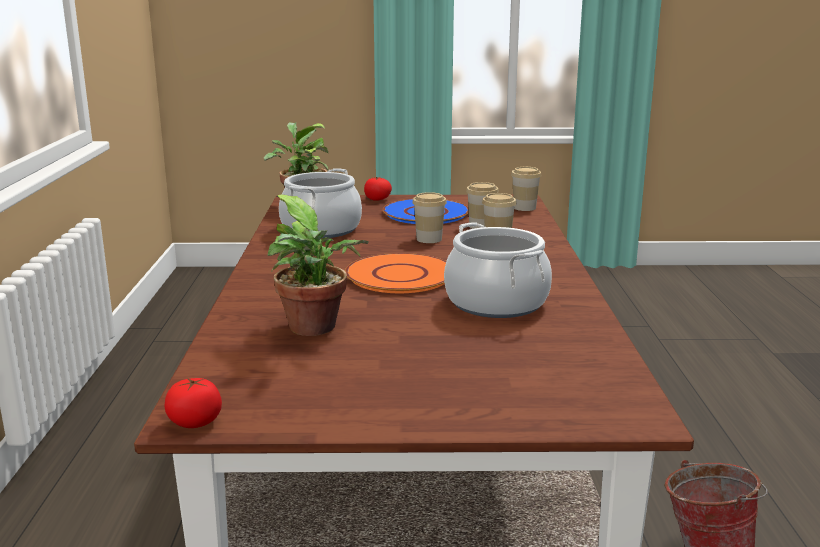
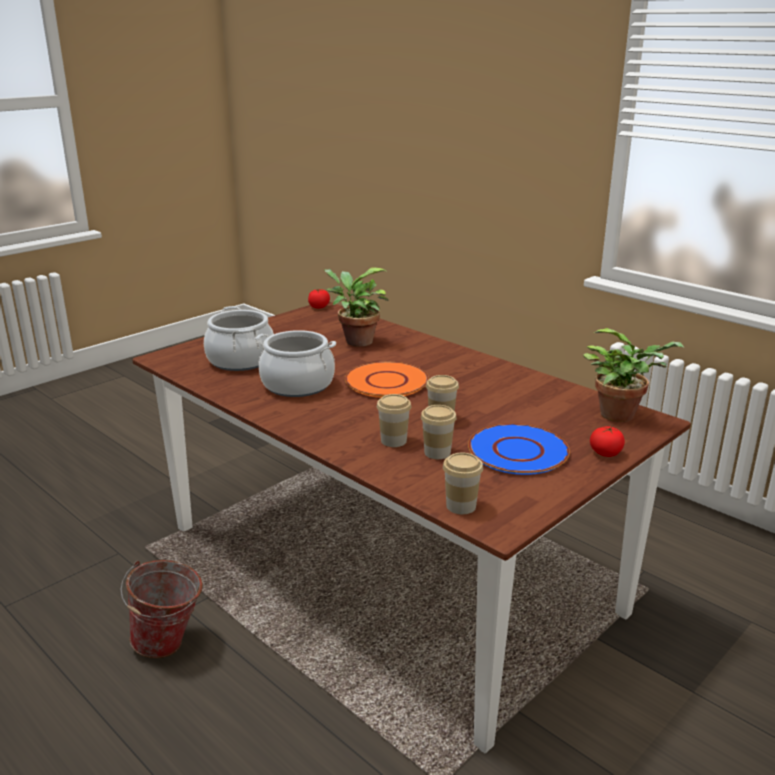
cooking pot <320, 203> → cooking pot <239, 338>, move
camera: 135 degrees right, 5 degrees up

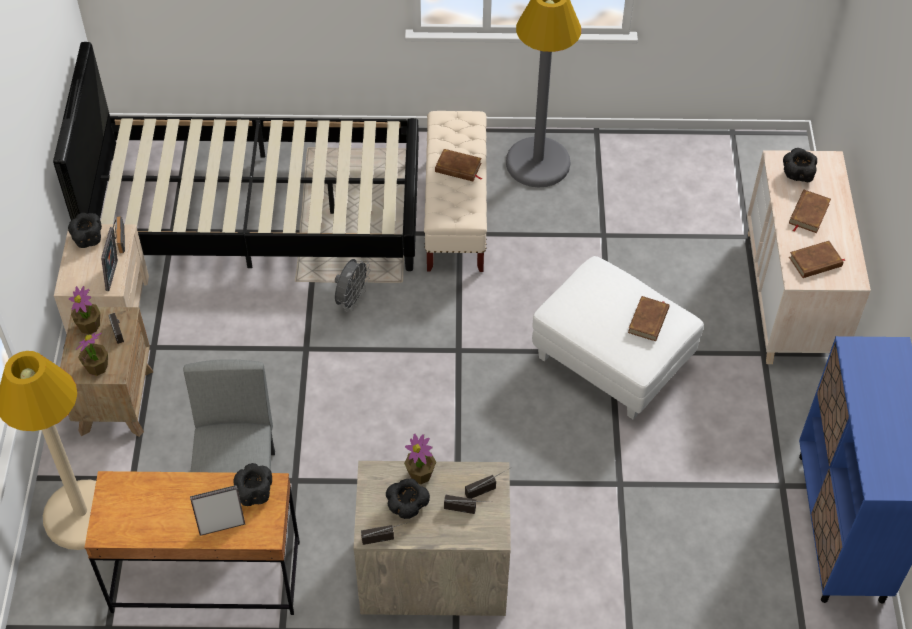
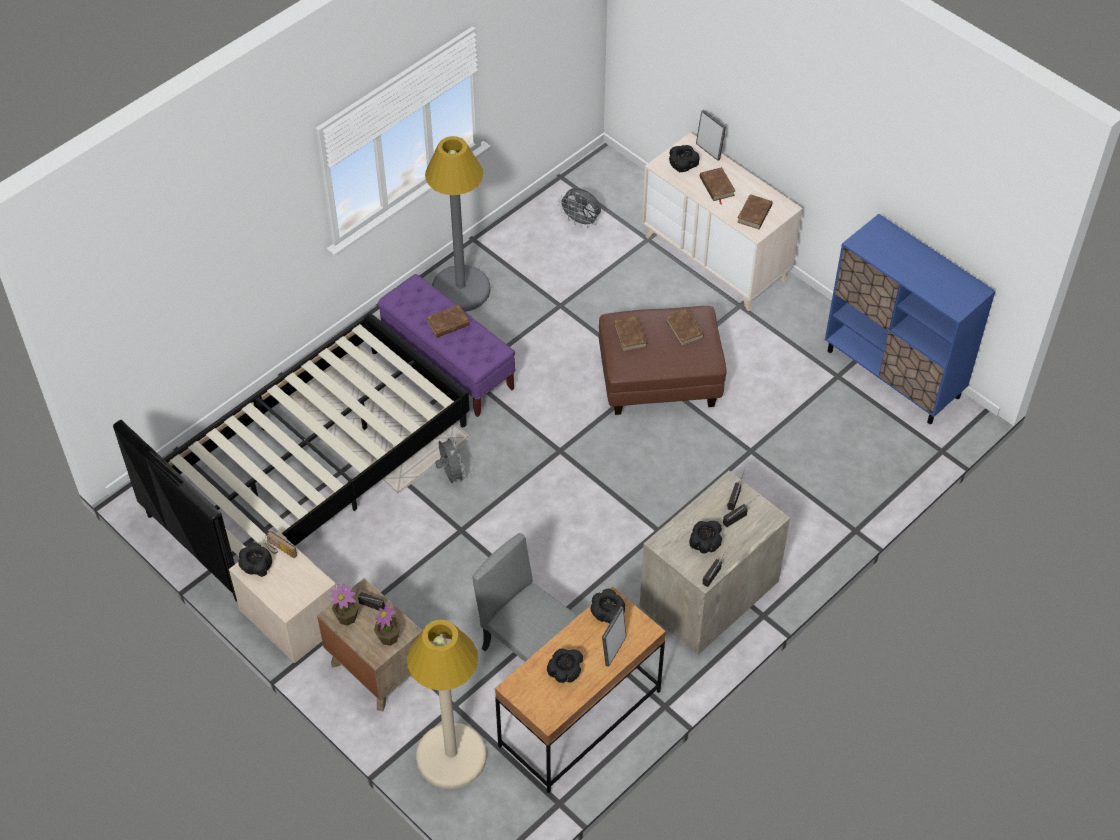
plant in a pot <420, 459> → -
- → deep dish in blackish <565, 666>
- → fan in gray <579, 208>
- → volume in brownish <630, 334>
standing frame <109, 259> → standing frame <711, 135>, move
indoor bench in sand-coloured <455, 191> → indoor bench in purple-coloured <447, 345>
pouffe in whitish <618, 337> → pouffe in brownish <663, 360>
camera: 45 degrees left, 0 degrees up

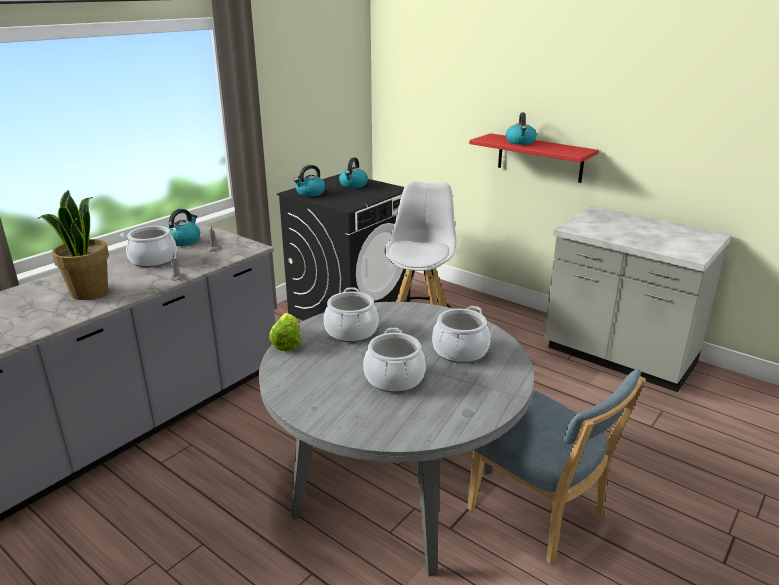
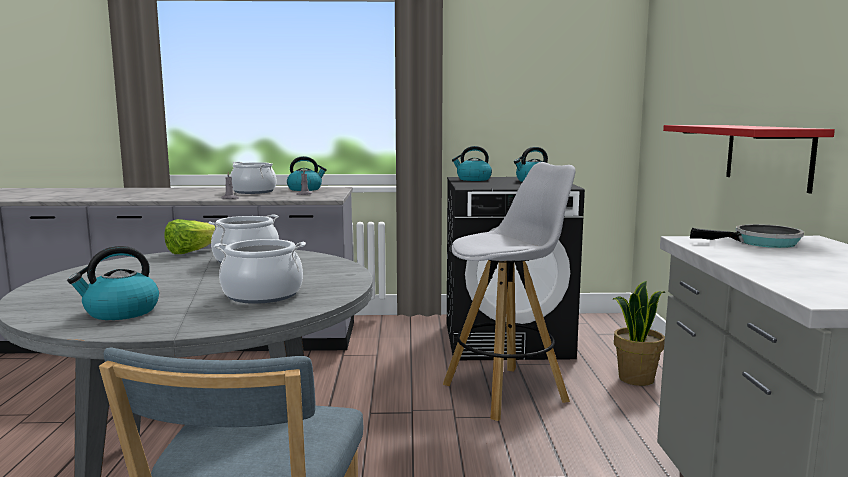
cooking pot <394, 360> → -
- → skillet <747, 236>
plant in a pot <73, 245> → plant in a pot <639, 333>, move
water kettle <521, 128> → water kettle <113, 283>, move
camera: 50 degrees right, 15 degrees down

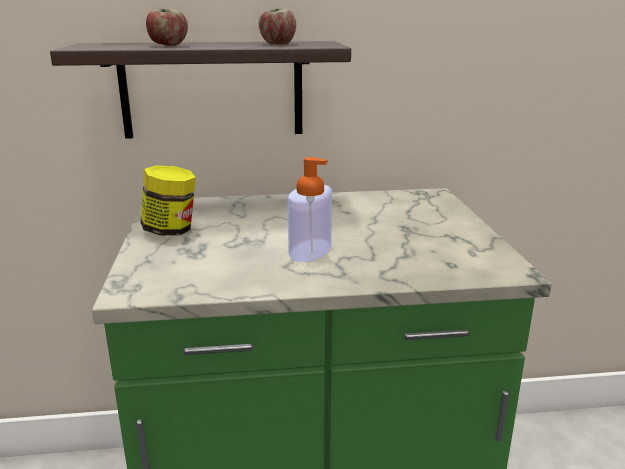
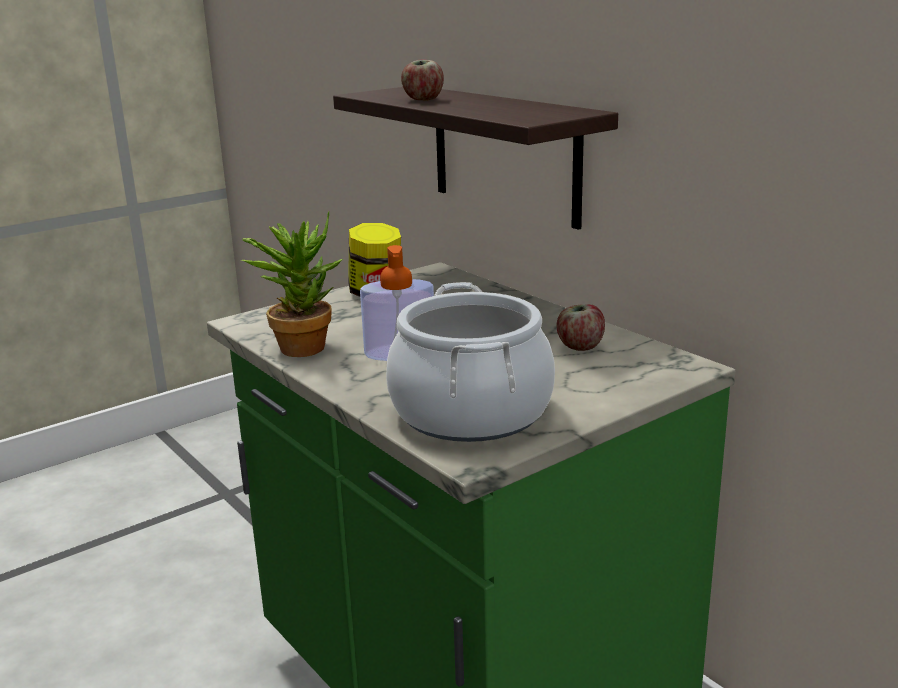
- → plant in a pot <292, 284>
- → cooking pot <470, 362>
apple fruit <277, 26> → apple fruit <581, 327>, move
camera: 60 degrees right, 0 degrees up

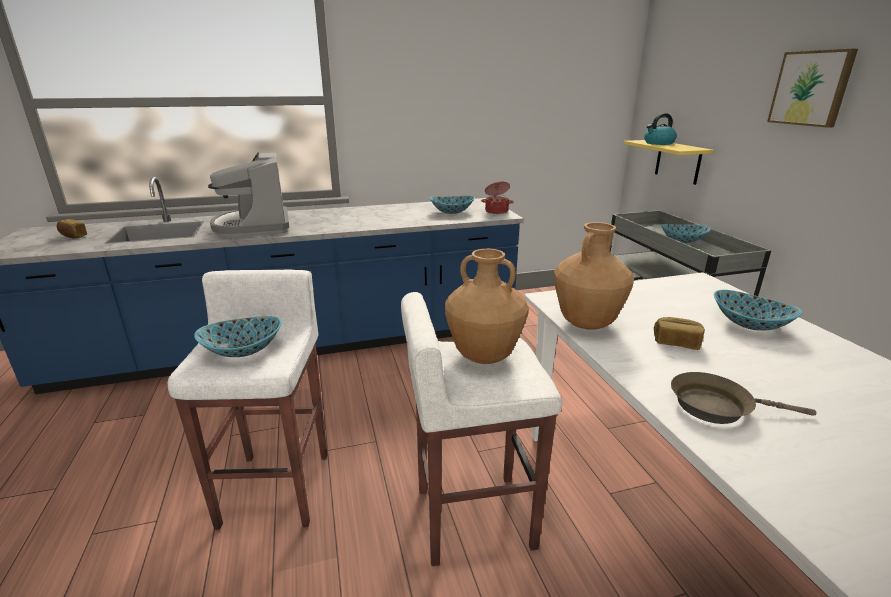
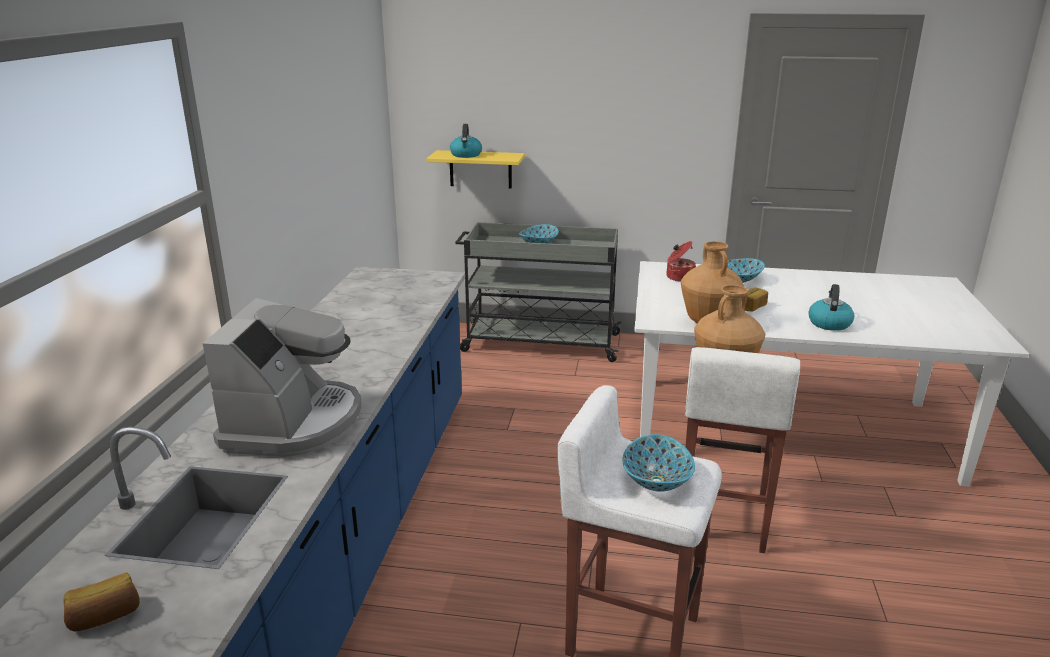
deep dish <452, 204> → -
wall picture <812, 88> → -
cooking pot <497, 198> → cooking pot <681, 261>, move
skillet in brownish <743, 398> → water kettle <831, 307>
coffee brewer <248, 194> → coffee brewer <282, 377>, 90 degrees counterclockwise
camera: 65 degrees left, 0 degrees up

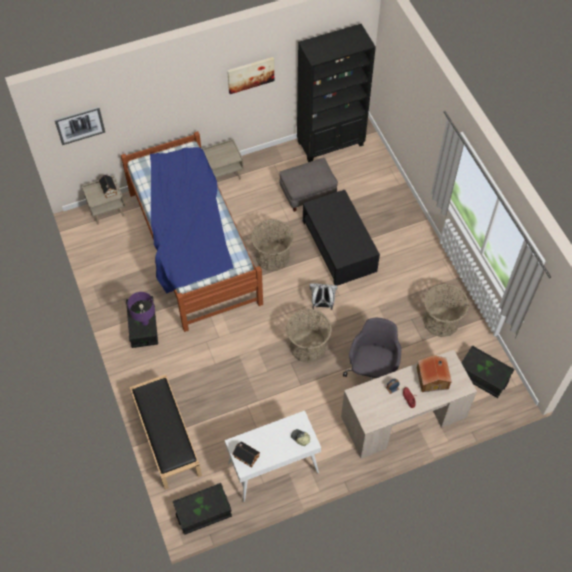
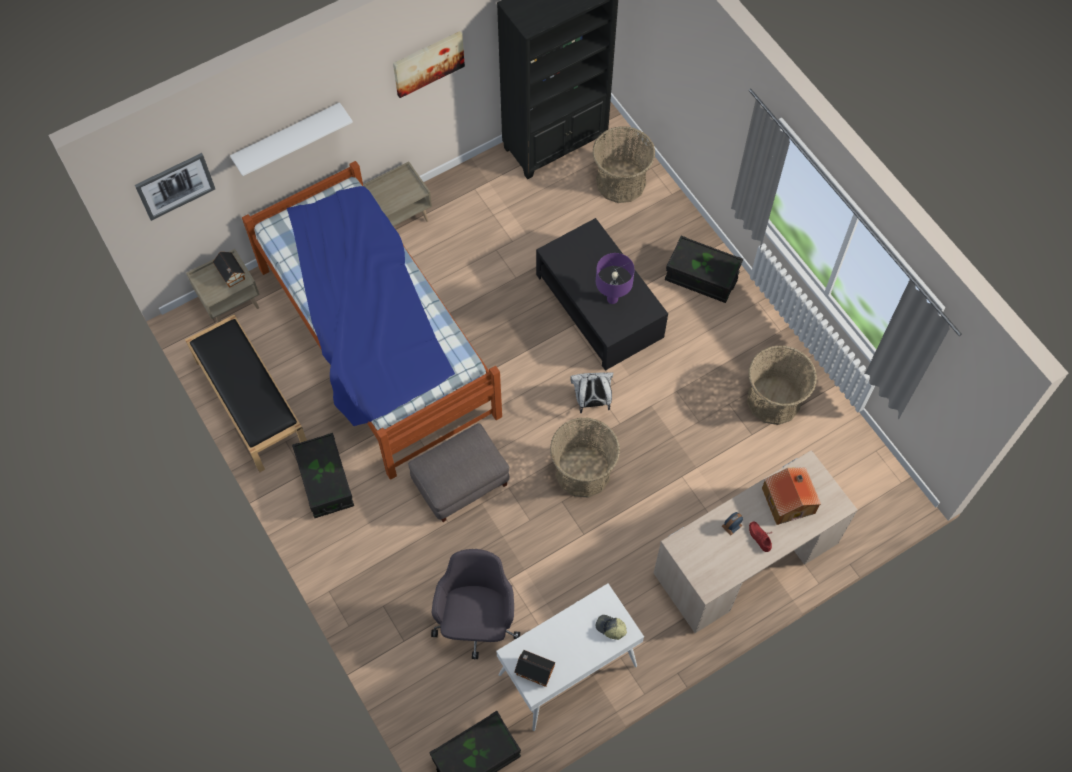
- → wall shelf in whitish <291, 139>
tabletop lamp in purple-coloured <141, 309> → tabletop lamp in purple-coloured <615, 278>, move
indoor bench in blackish <166, 432> → indoor bench in blackish <246, 393>, move
storage basket <272, 245> → storage basket <623, 164>, move
pouffe in gray <308, 185> → pouffe in gray <458, 472>, move
computer chair in gray <372, 349> → computer chair in gray <475, 604>, move
storage bin in blackish <488, 371> → storage bin in blackish <704, 269>, move
camera: 10 degrees left, 5 degrees up

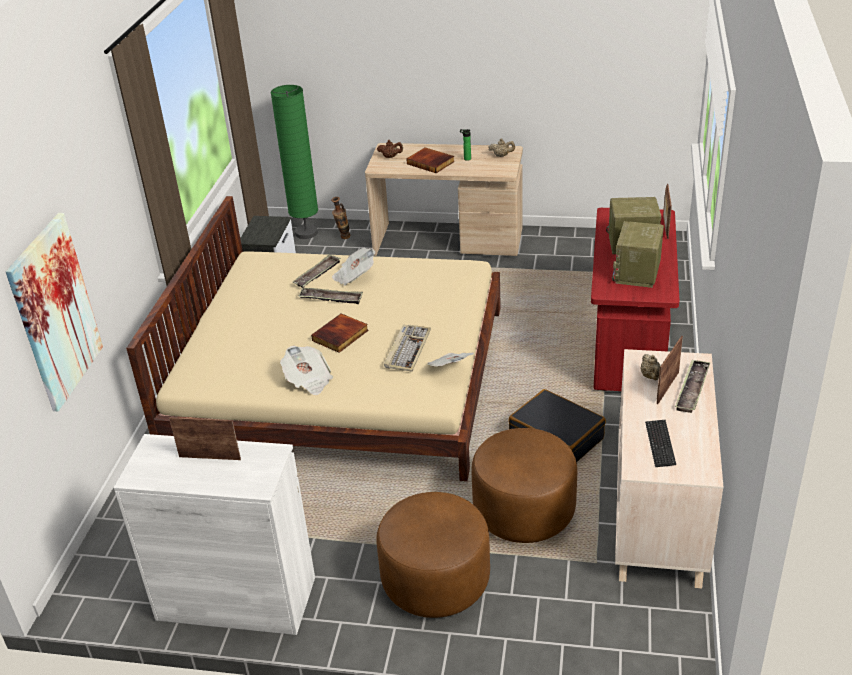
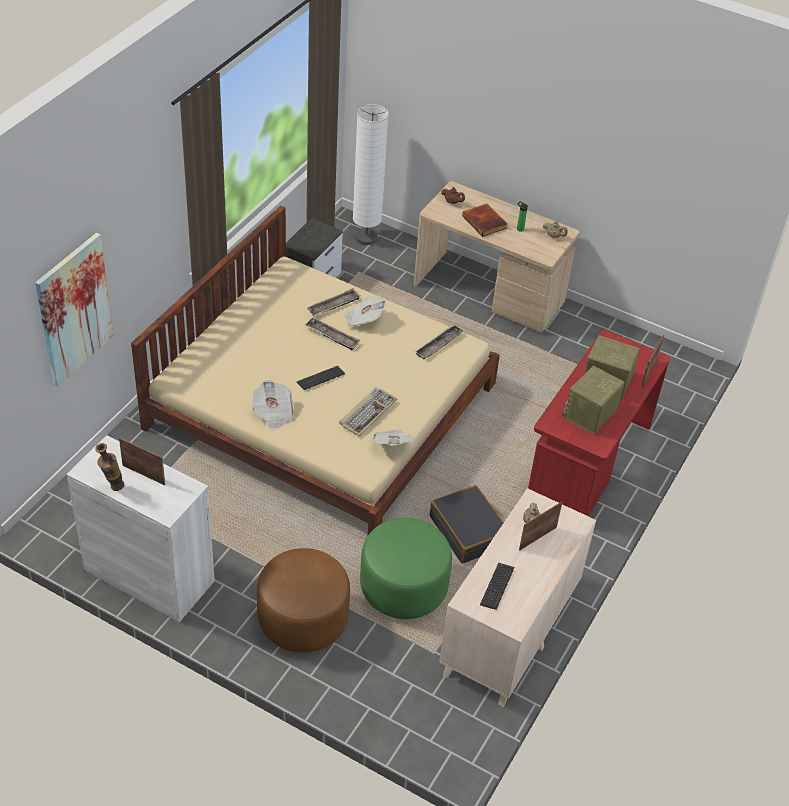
flower vase <341, 218> → flower vase <109, 467>, move
serving tray <693, 386> → serving tray <439, 341>, move
volume <340, 333> → keyboard <321, 378>
floor lamp in green <294, 162> → floor lamp in whitish <371, 174>
pouffe in brownish <524, 485> → pouffe in green <406, 568>
camera: 15 degrees right, 10 degrees up

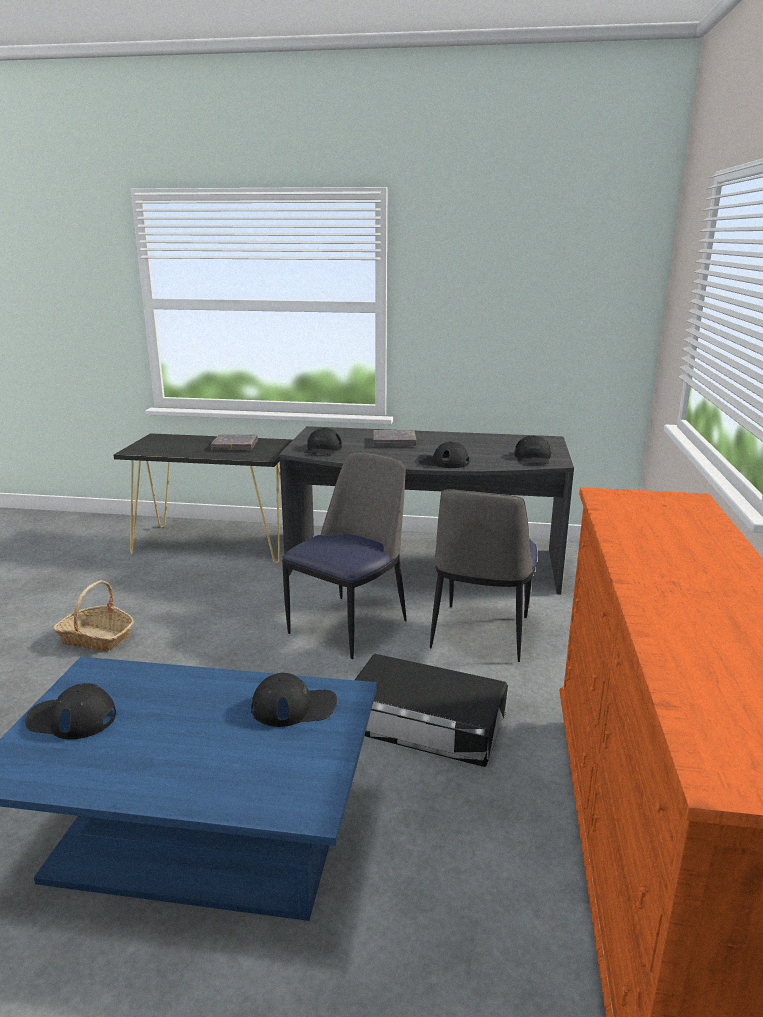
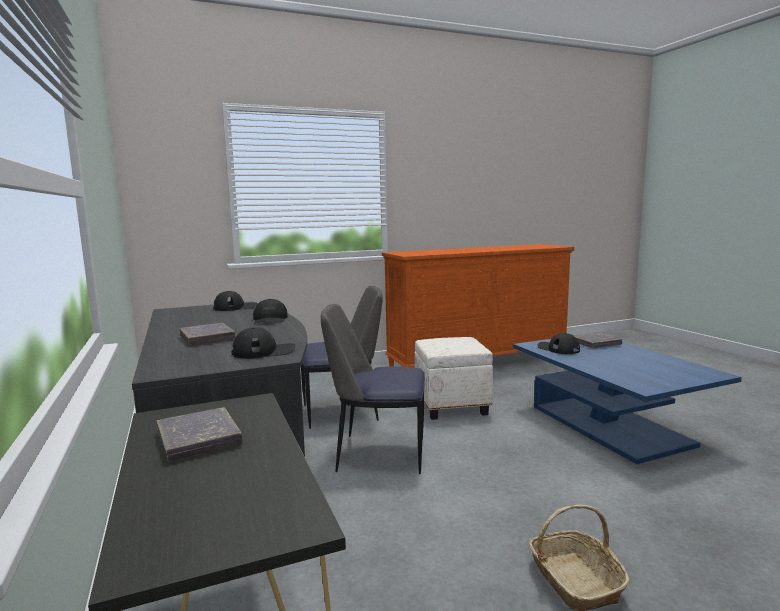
baseball cap in blackish <70, 711> → -
- → volume in gray <597, 340>
storage bin in blackish <431, 710> → pouffe in whitish <454, 378>
camera: 120 degrees left, 10 degrees down

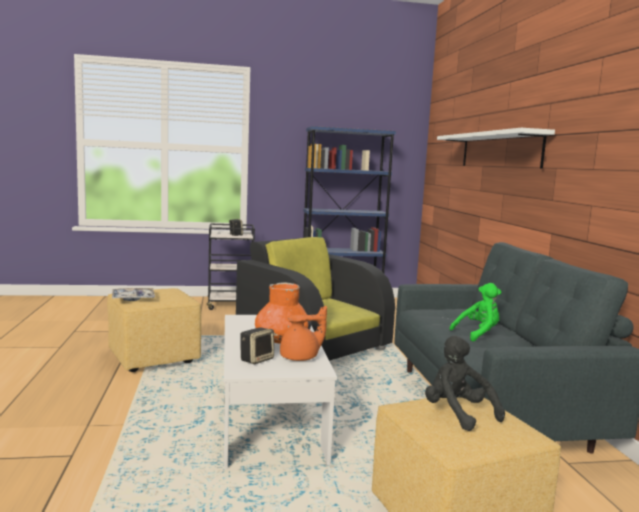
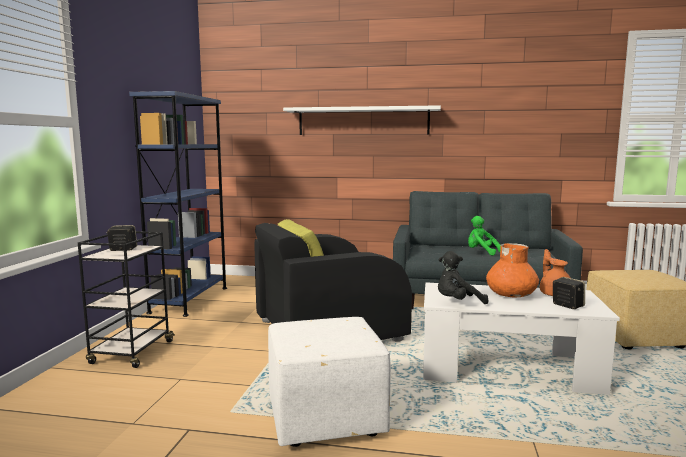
serving tray <133, 294> → -
plush toy in blackish <465, 383> → plush toy in blackish <463, 277>, move
pouffe in yellowish <154, 330> → pouffe in whitish <329, 382>
plush toy in green <475, 312> → plush toy in green <484, 236>, 45 degrees counterclockwise
camera: 70 degrees left, 0 degrees up

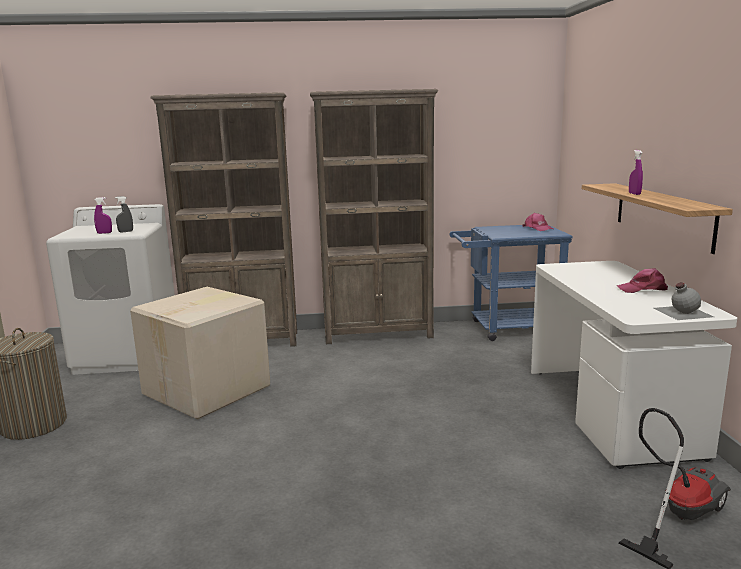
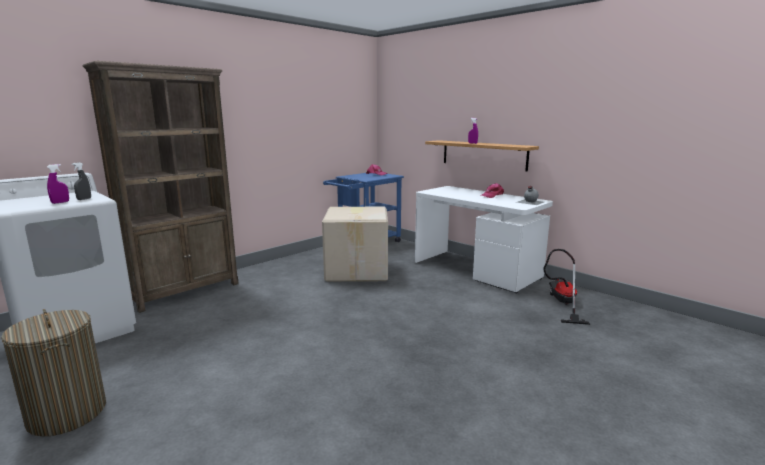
bookcase in brownish <374, 216> → -
carton <200, 353> → carton <355, 244>, move
camera: 40 degrees left, 0 degrees up

